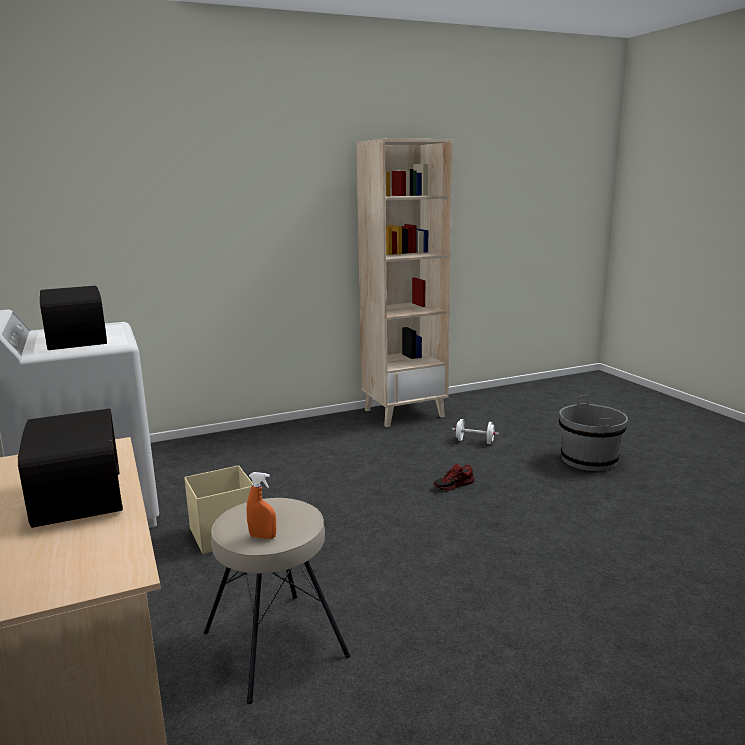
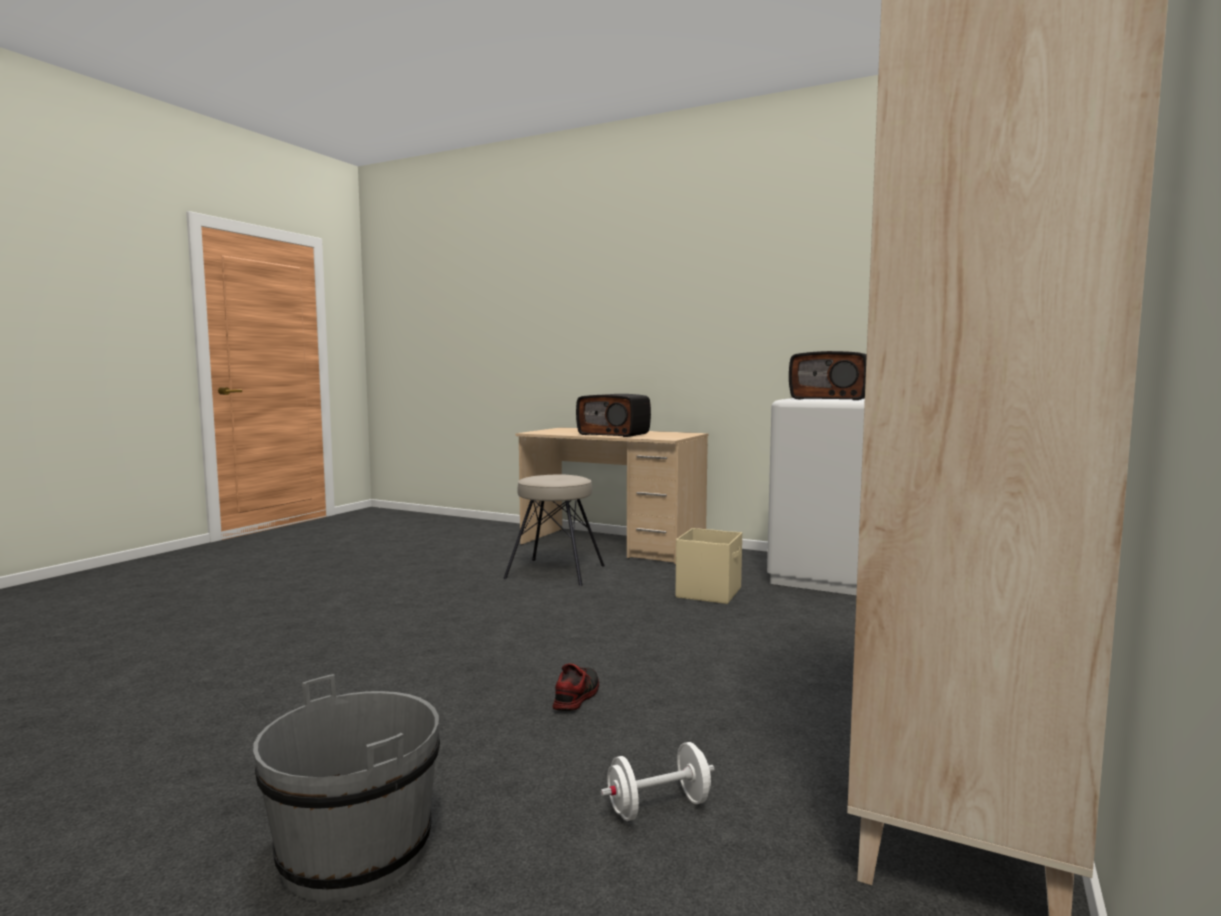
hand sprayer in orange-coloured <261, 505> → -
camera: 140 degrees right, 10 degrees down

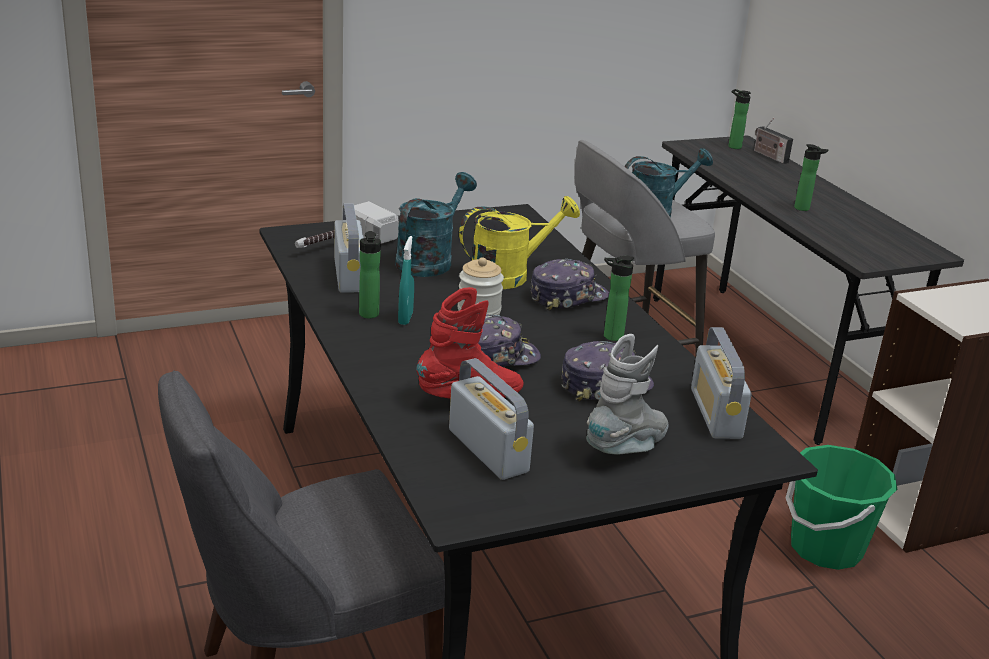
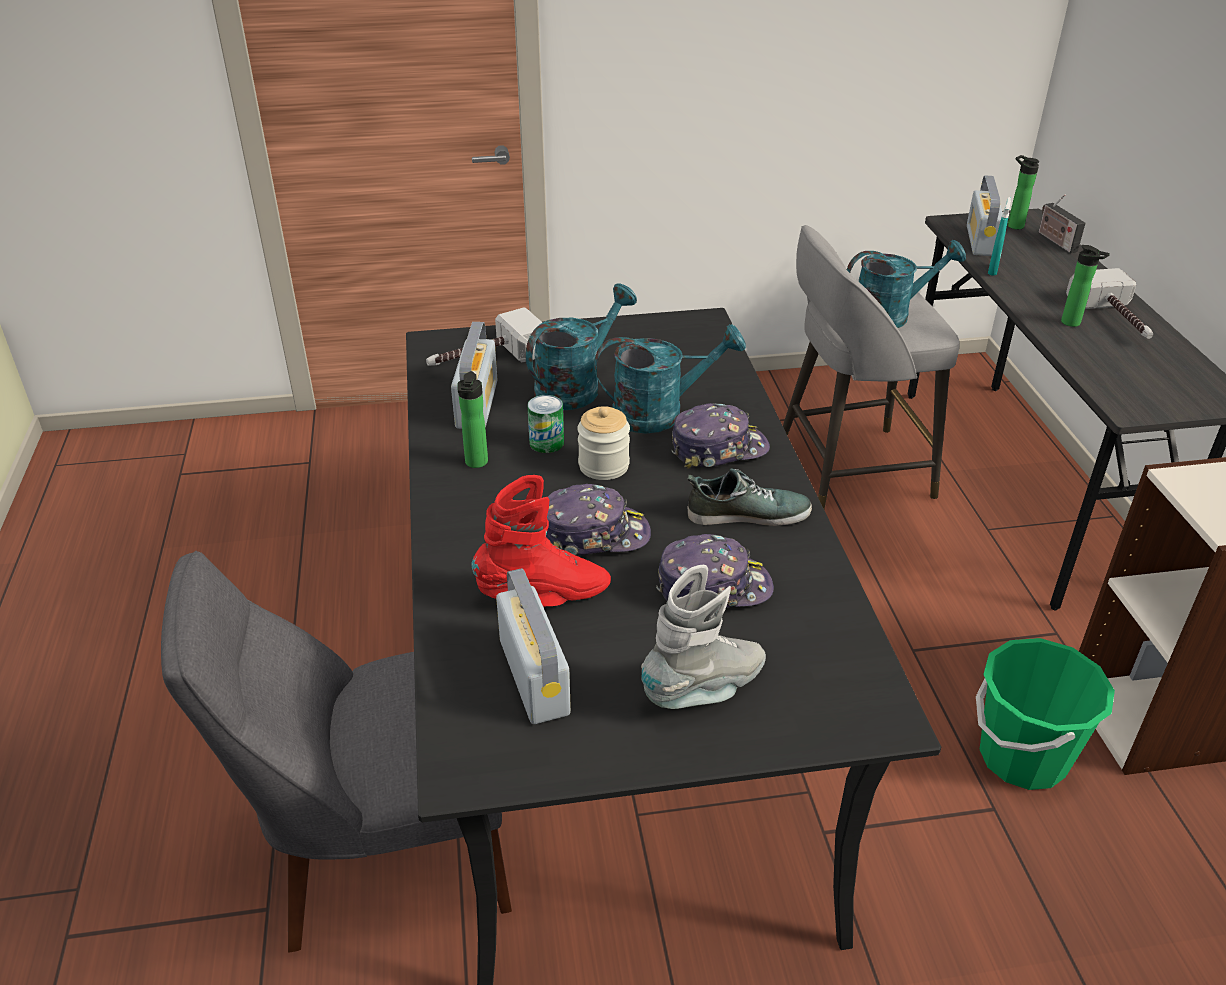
- → sealed can <545, 424>
- → hand hammer <1109, 303>
hand sprayer in turquoise <406, 280> → hand sprayer in turquoise <999, 236>, move
radio receiver <721, 383> → radio receiver <985, 215>, move
bottle <619, 298> → item of footwear <750, 497>
watering can in yellowish <519, 242> → watering can in turquoise <670, 378>
camera: 15 degrees right, 10 degrees up

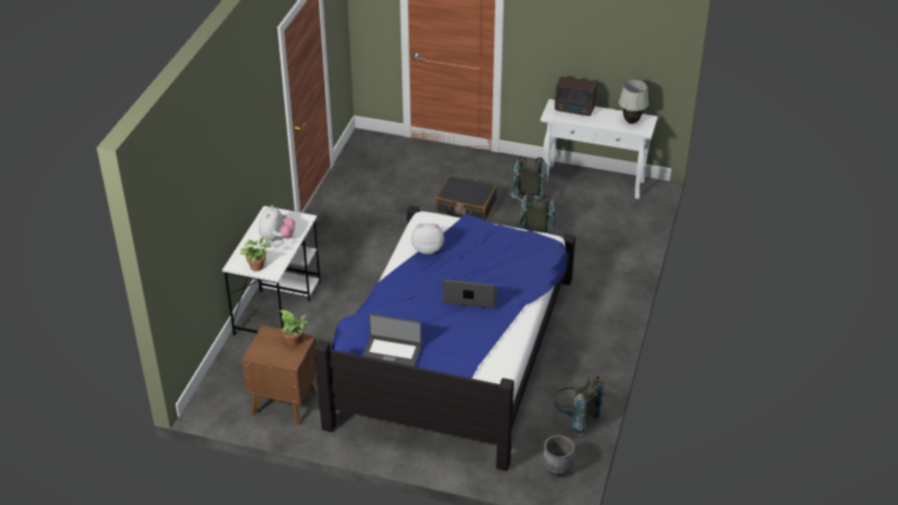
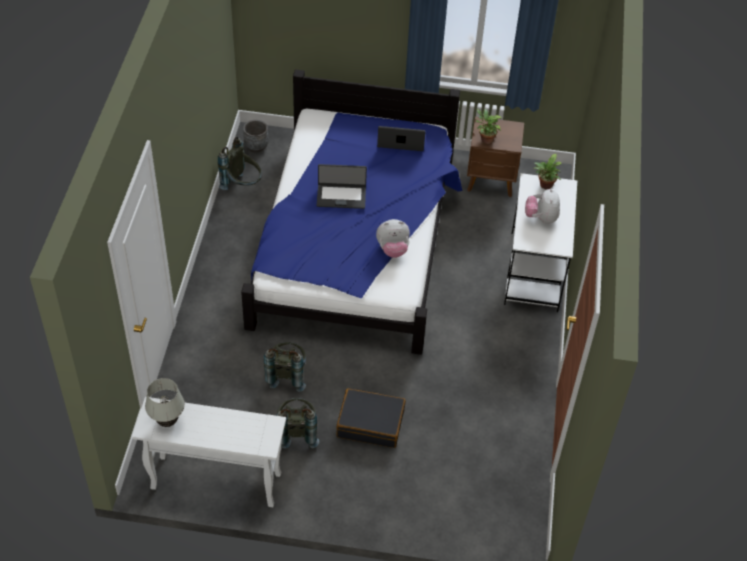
radio receiver <576, 96> → -
camera: 170 degrees right, 10 degrees up

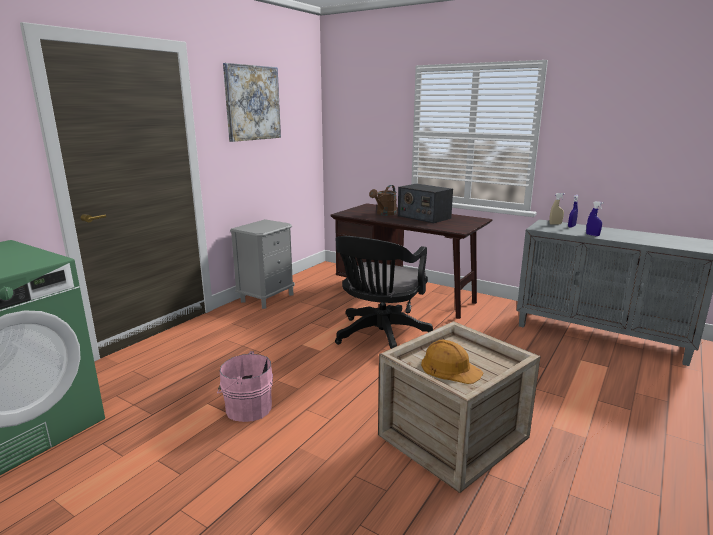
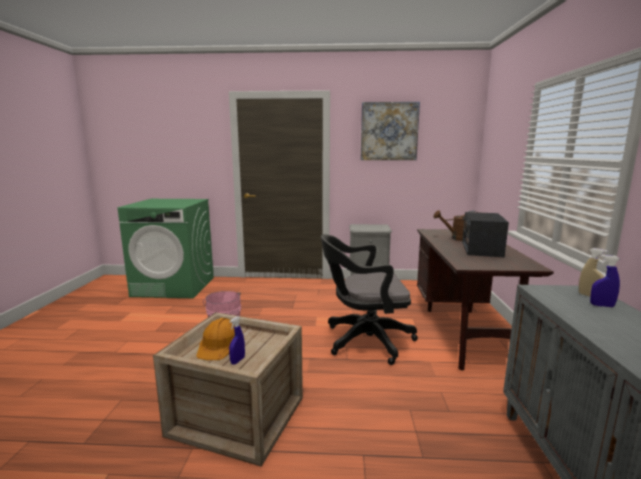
hand sprayer in bluish <595, 218> → hand sprayer in bluish <237, 340>, move
camera: 60 degrees right, 5 degrees down

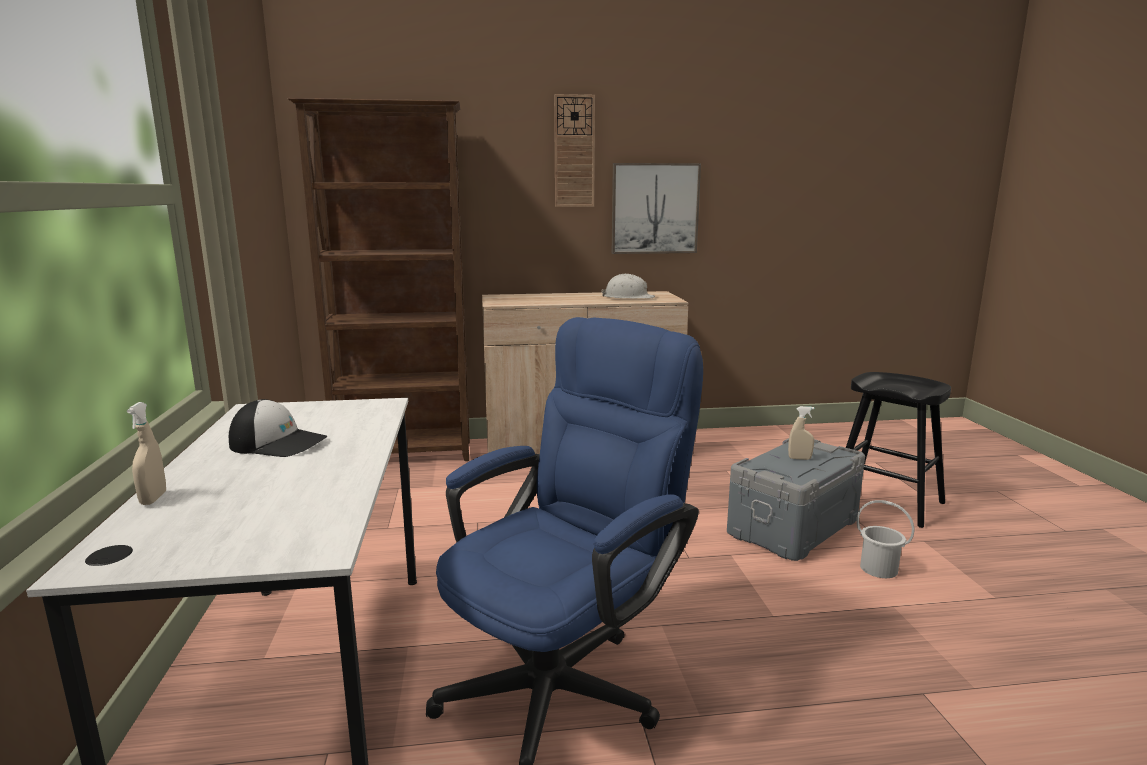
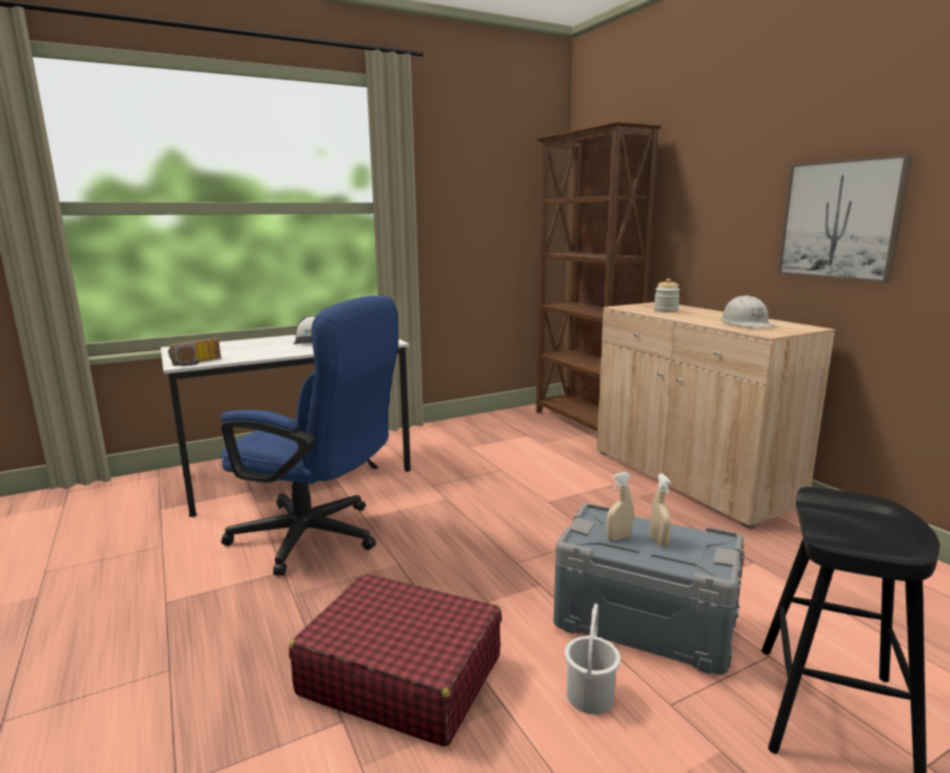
hanging clock <574, 150> → -
- → radio receiver <194, 352>
- → piece of luggage in red-coloured <395, 660>
- → preserve jar <667, 295>
hand sprayer in sand-coloured <146, 453> → hand sprayer in sand-coloured <620, 506>, move
camera: 70 degrees right, 0 degrees up

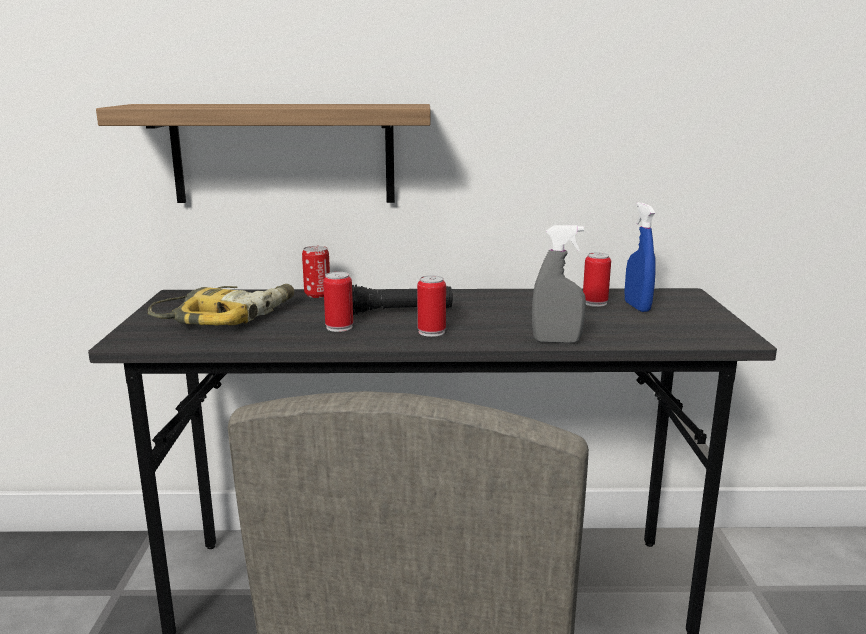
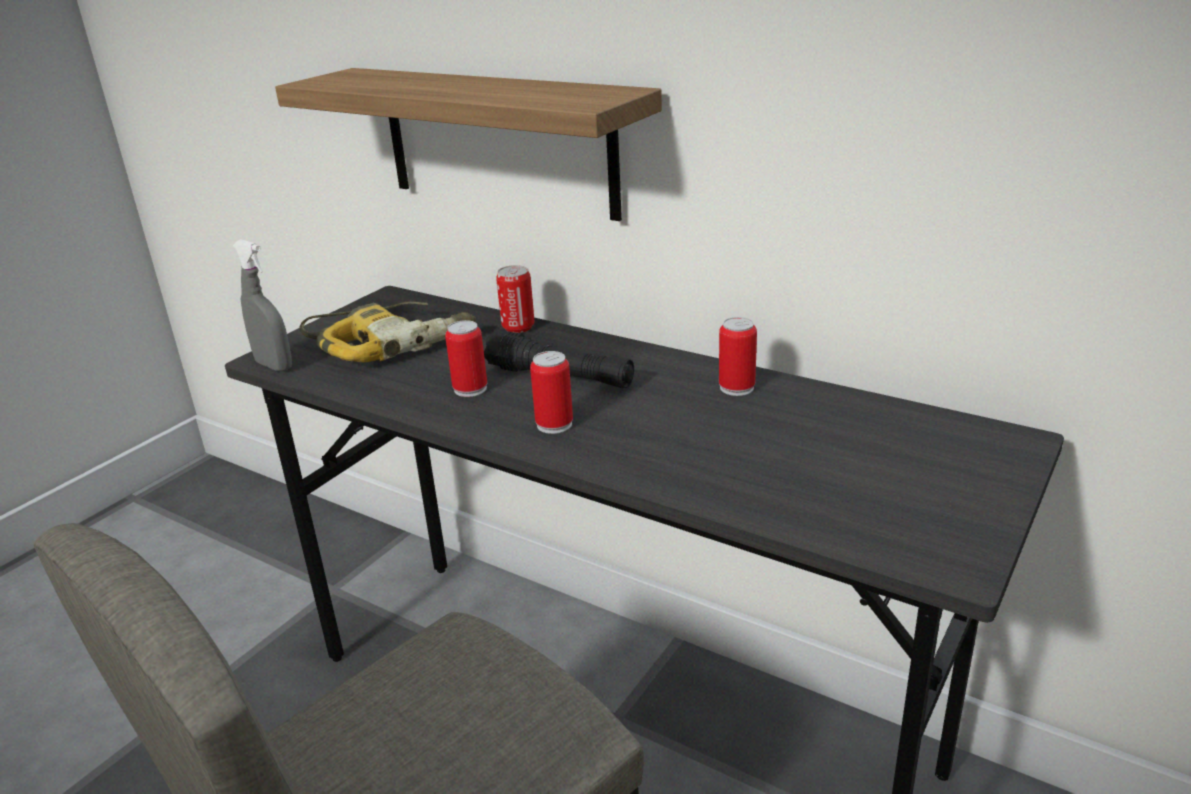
hand sprayer in bluish <640, 257> → -
hand sprayer in gray <559, 284> → hand sprayer in gray <262, 305>, move
sealed can <597, 279> → sealed can <738, 356>, move
camera: 35 degrees right, 10 degrees up

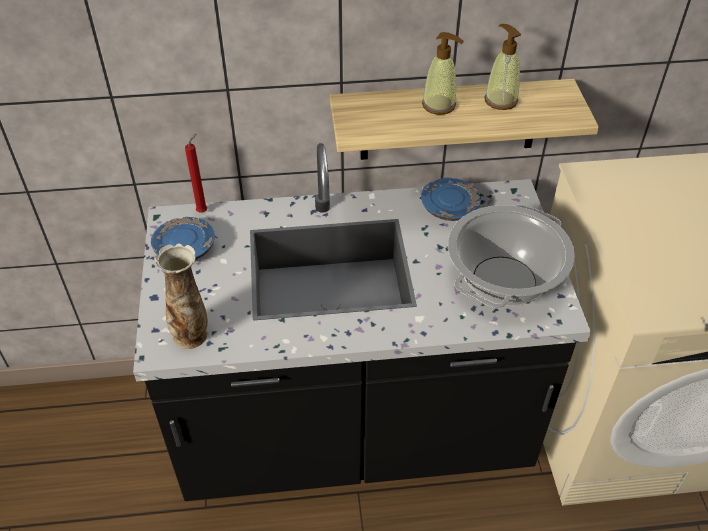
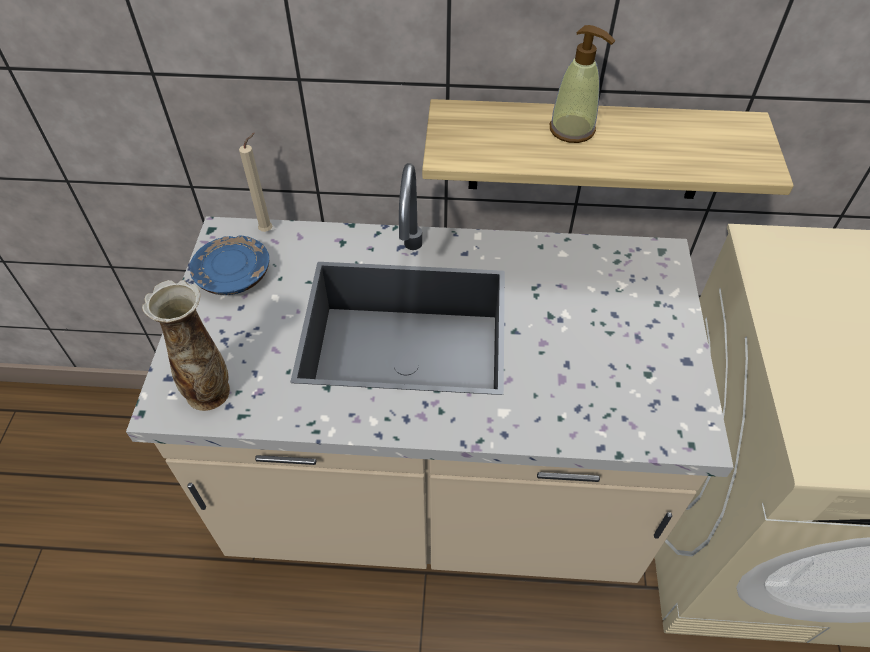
plate in bluish <451, 199> → -
cooking pot <511, 256> → -
liquid soap bottle <502, 67> → -
kitchen counter in blackish <362, 322> → kitchen counter in sand-coloured <430, 373>
wax light in red-coloured <196, 173> → wax light in sand-coloured <255, 182>
camera: 10 degrees right, 5 degrees up

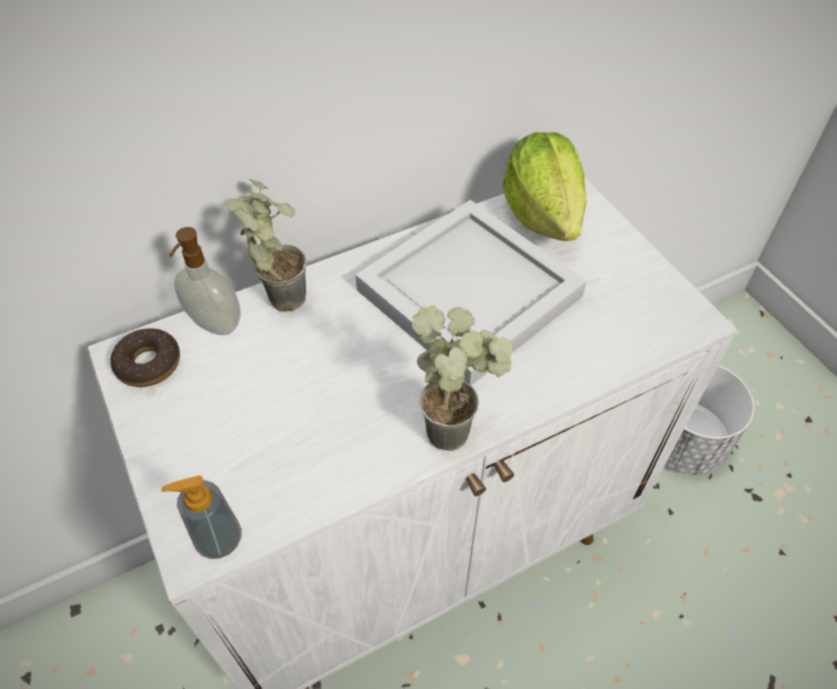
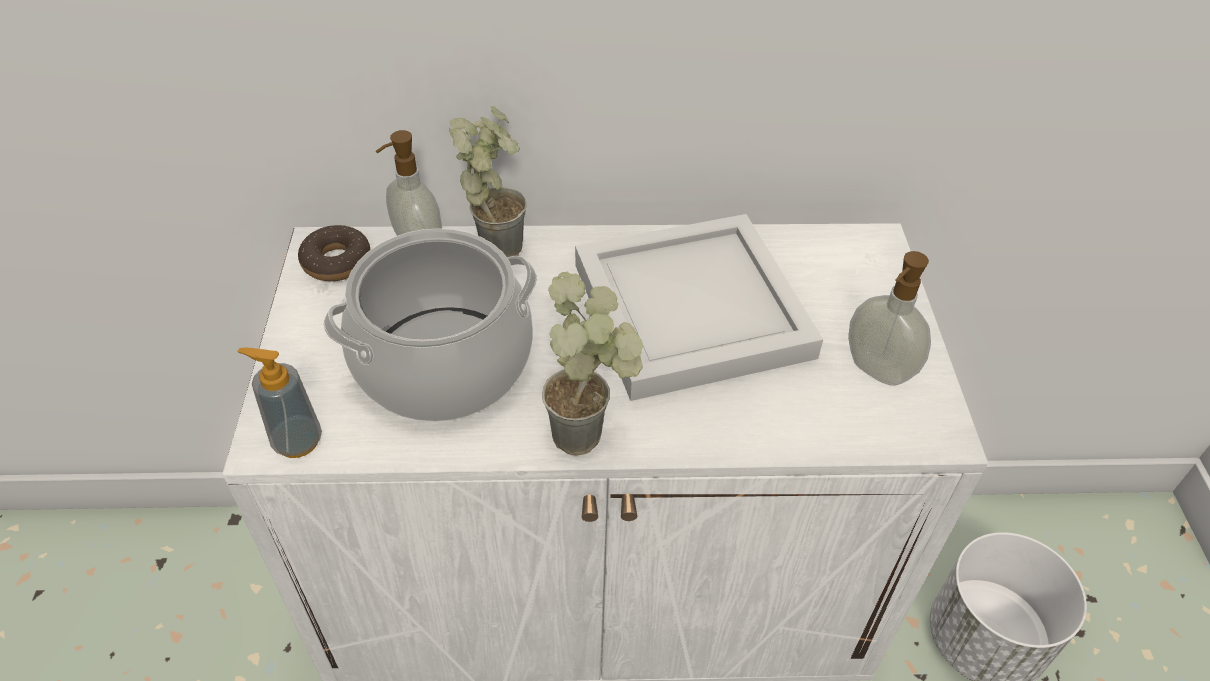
lettuce <545, 186> → -
- → cooking pot <430, 324>
- → liquid soap bottle <889, 318>
camera: 25 degrees right, 5 degrees down

